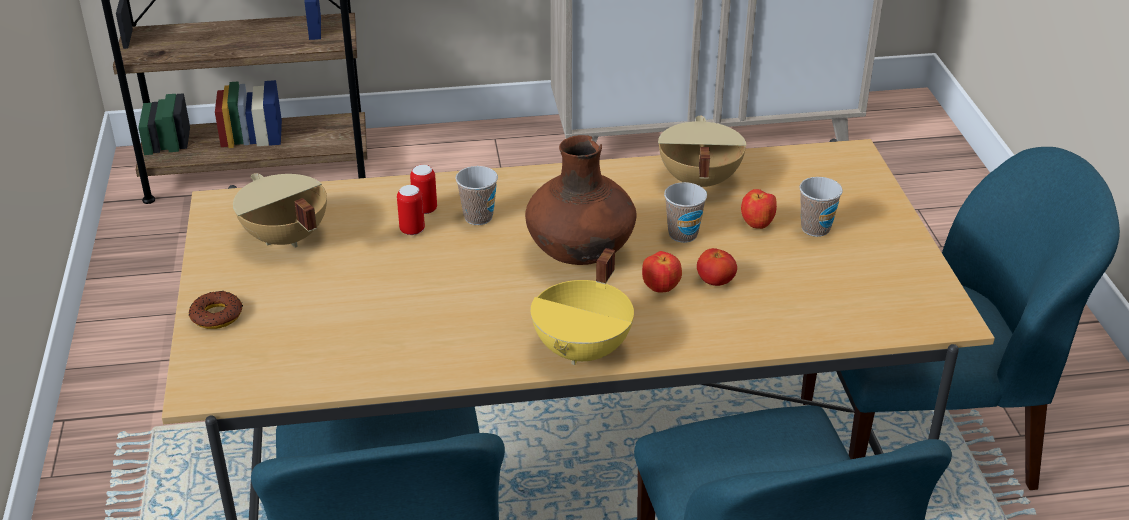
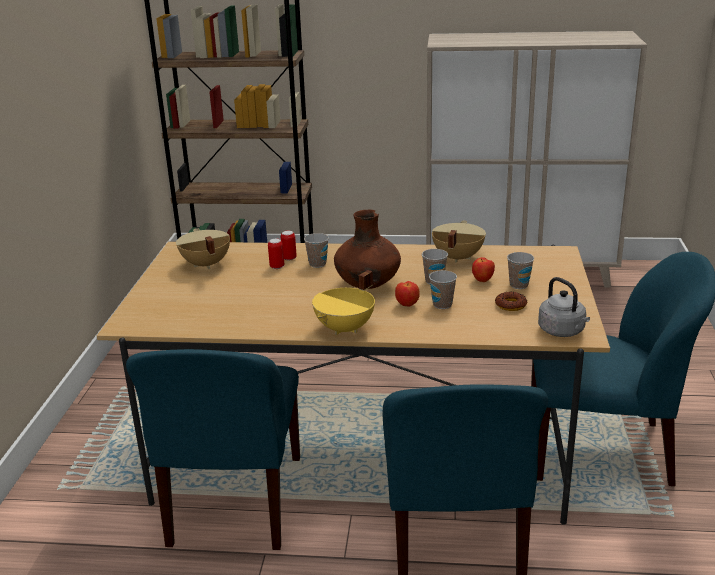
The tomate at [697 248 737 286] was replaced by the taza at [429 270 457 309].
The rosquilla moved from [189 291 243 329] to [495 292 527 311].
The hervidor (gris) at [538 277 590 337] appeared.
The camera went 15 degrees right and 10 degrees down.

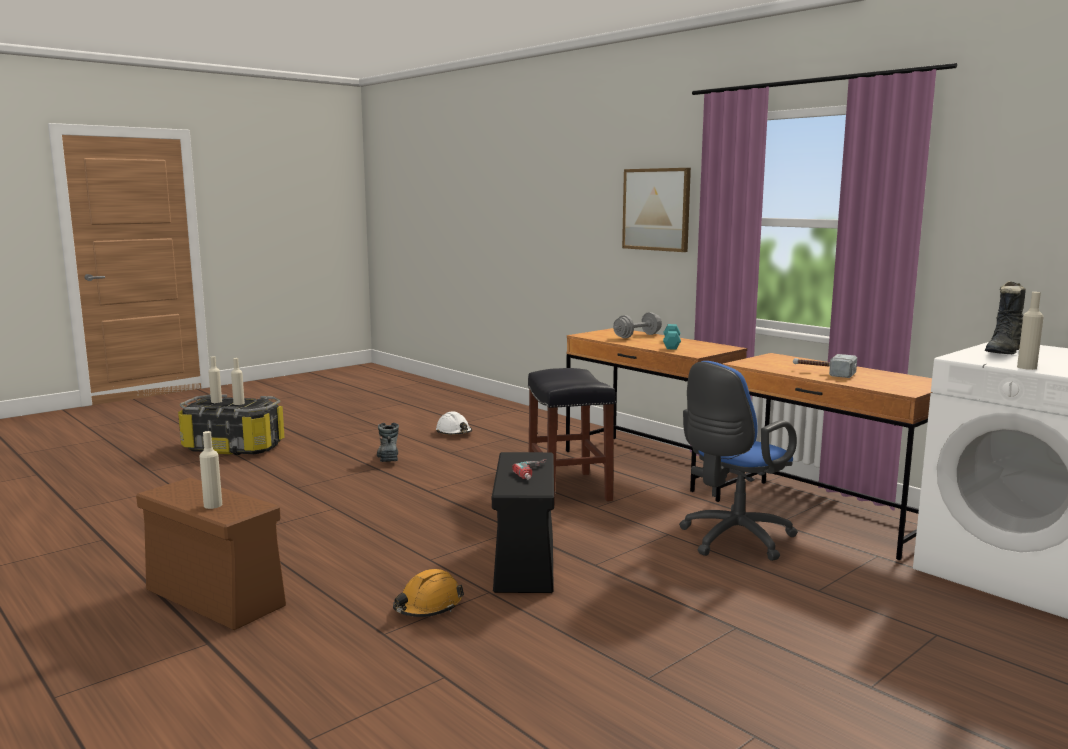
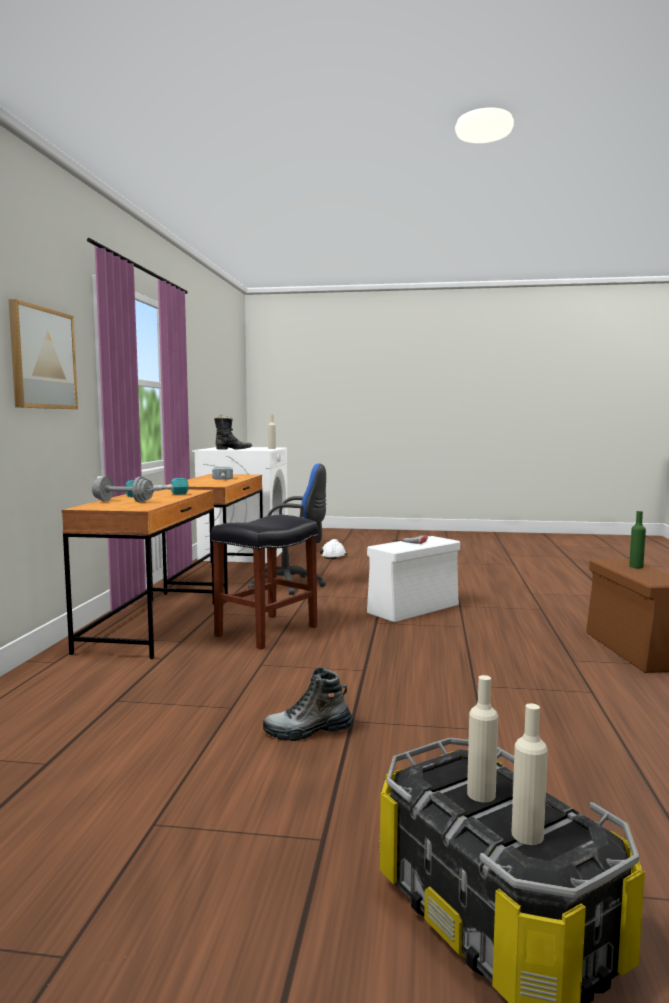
The bota at [377 423 399 462] turned 45 degrees clockwise.
The casco (blanco) moved from [436 411 472 435] to [320 539 347 559].
The caja de almacenaje (negro) at [492 452 554 593] became the caja de almacenaje (blanco) at [367 536 460 622].
The botella (beis) at [199 431 222 509] became the botella (verde) at [629 511 646 568].
The casco (naranja) at [393 569 464 617] disappeared.
The camera went 130 degrees left and 5 degrees down.

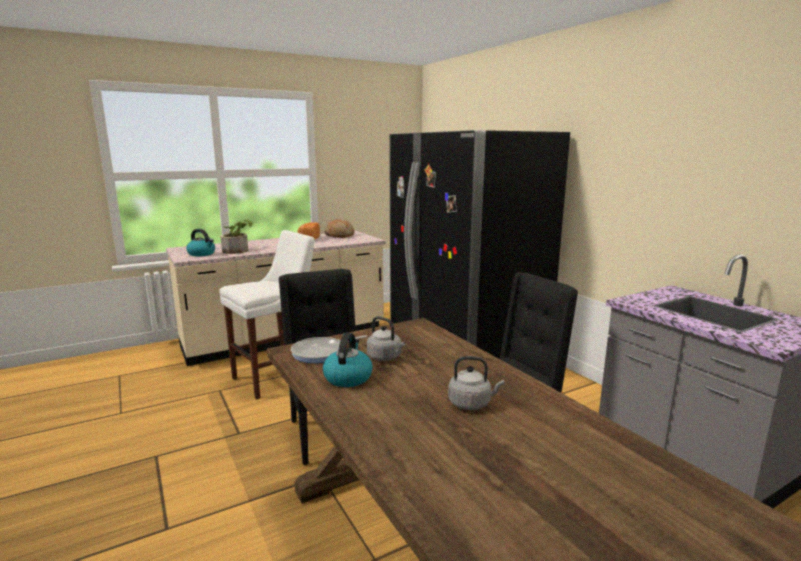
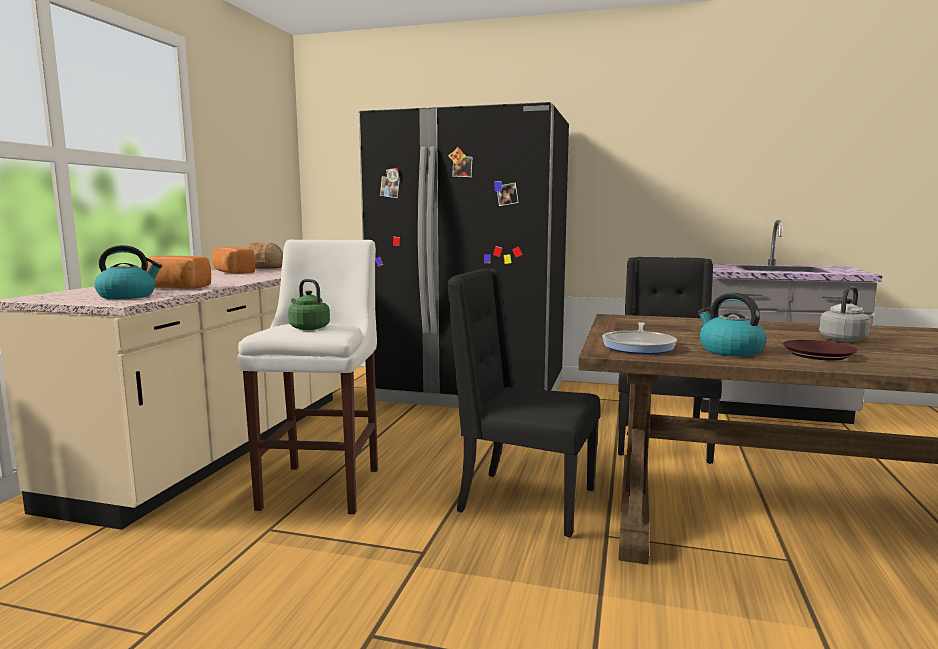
The planta en maceta at [220 219 253 254] was replaced by the pan at [141 255 211 289].
The hervidor (verde) at [288 279 330 330] appeared.
The plato (marrón) at [783 340 857 360] appeared.
The hervidor (gris) at [367 316 405 361] disappeared.
The camera went 45 degrees left and 5 degrees down.

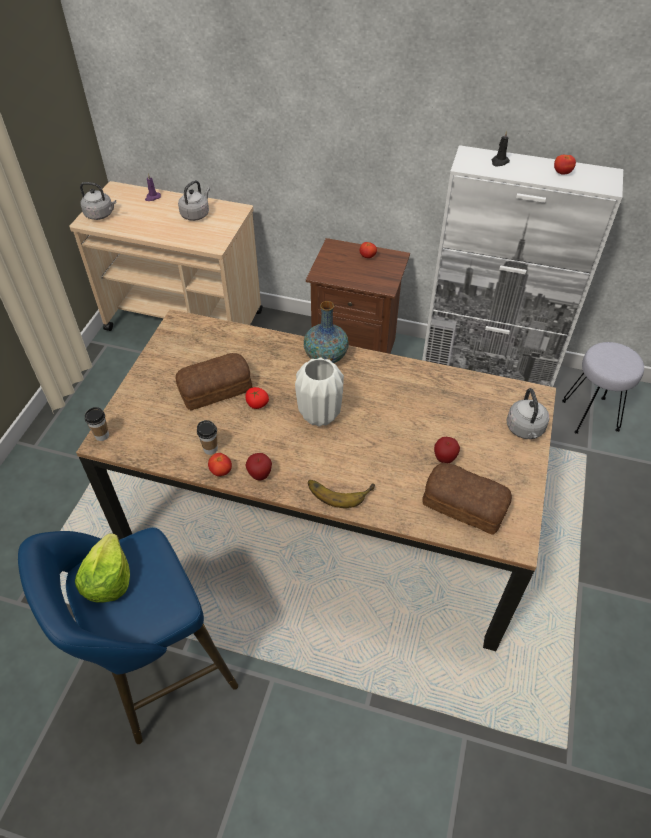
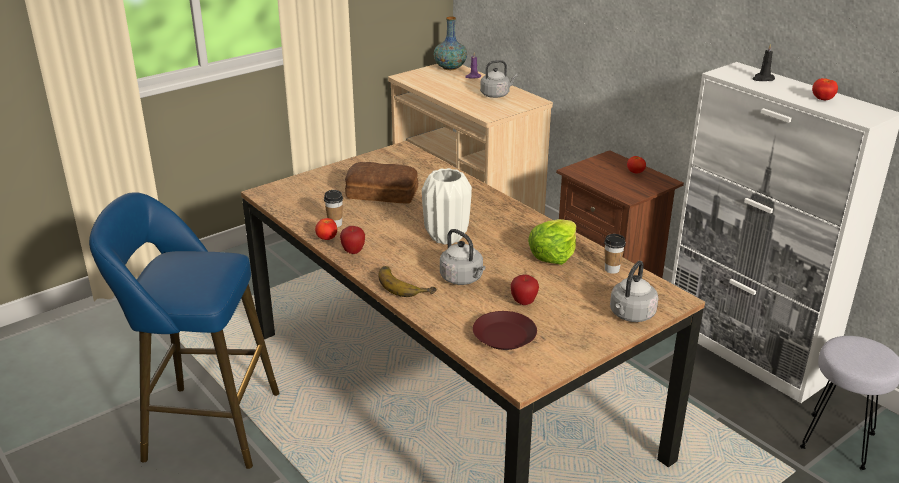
The florero moved from [304 301 349 363] to [434 17 467 70].
The hervidor (gris) moved from [80 182 116 220] to [440 229 486 285].
The pan at [422 463 512 535] was replaced by the plato (marrón) at [473 311 537 350].
The lechuga moved from [75 533 130 603] to [528 219 577 265].
The taza moved from [85 407 109 441] to [604 234 626 274].
The tomate at [245 387 269 409] disappeared.
The camera went 35 degrees right and 20 degrees down.

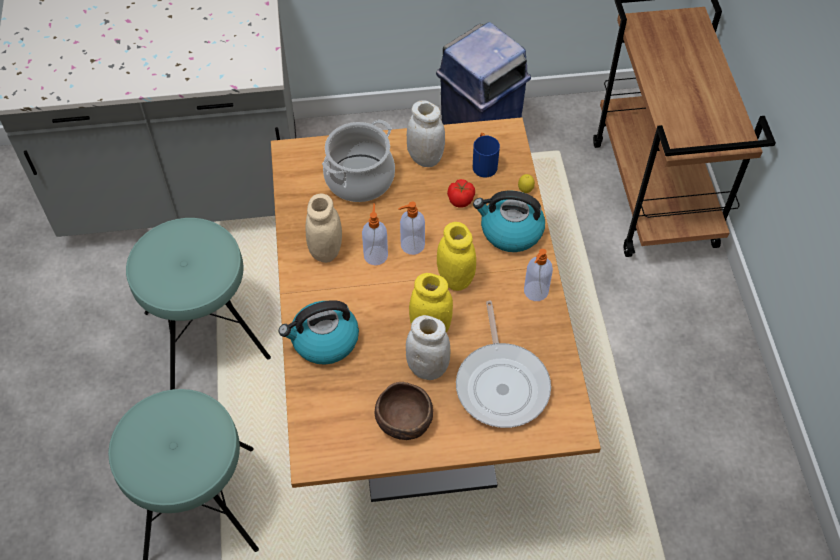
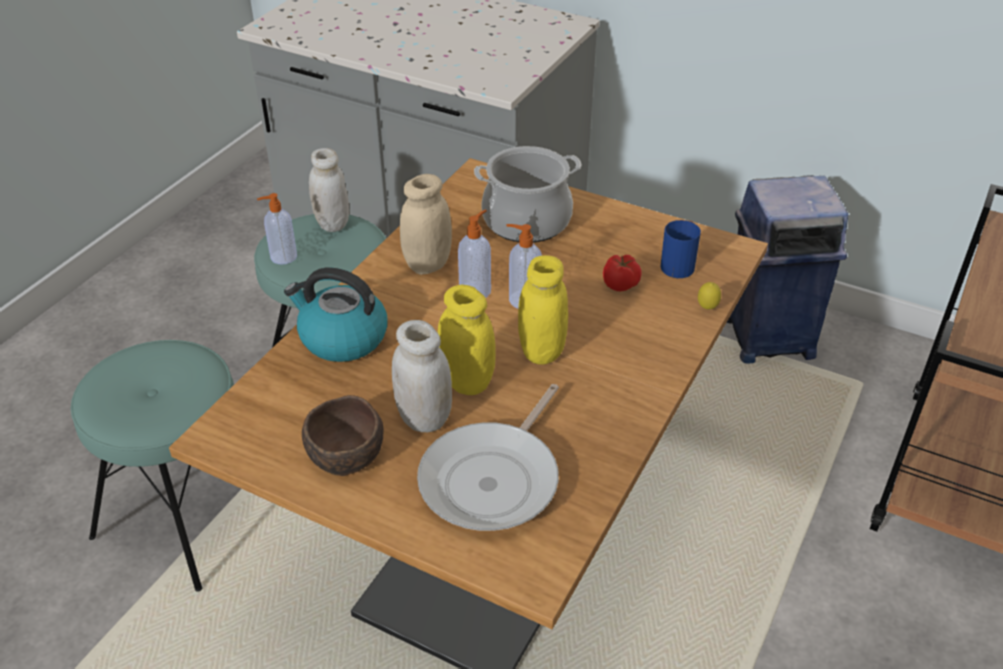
The dispensador de jabón moved from [524 249 553 301] to [257 193 297 265].
The tarro (blanco) moved from [407 100 445 167] to [309 148 349 232].
The hervidor at [473 191 545 252] disappeared.
The camera went 35 degrees right and 15 degrees down.

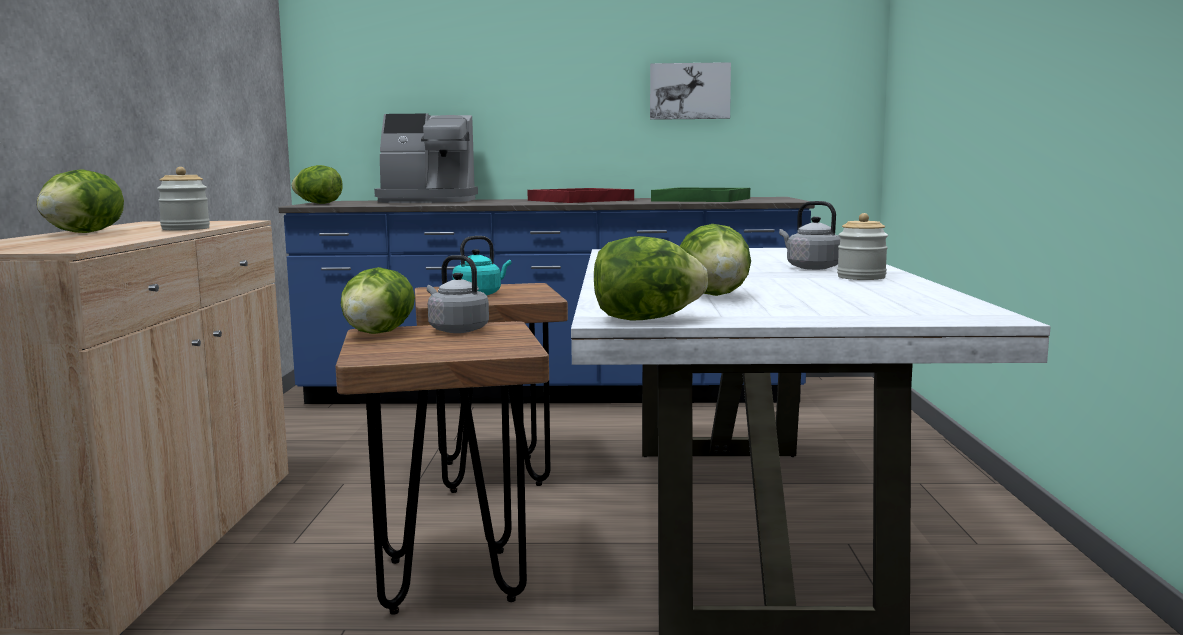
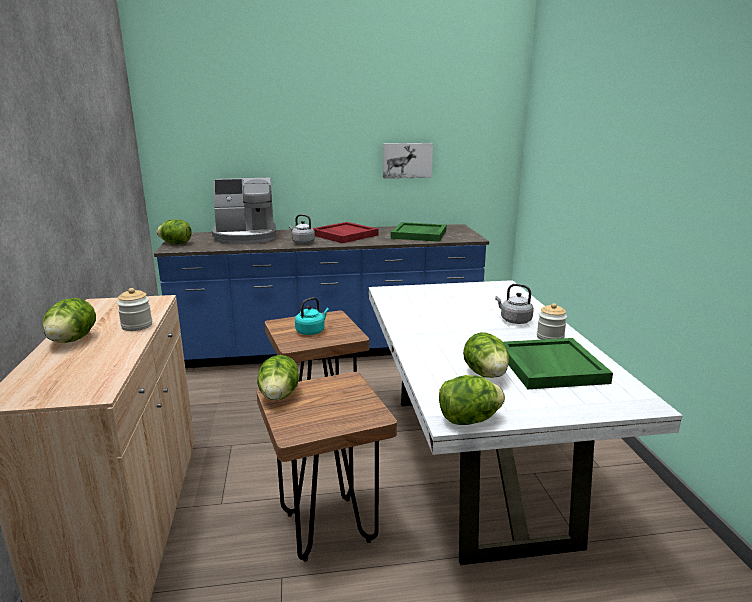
The hervidor (gris) moved from [427 255 489 333] to [289 214 315 244].
The bandeja (verde) at [503 338 613 389] appeared.
The camera went 10 degrees left and 10 degrees up.

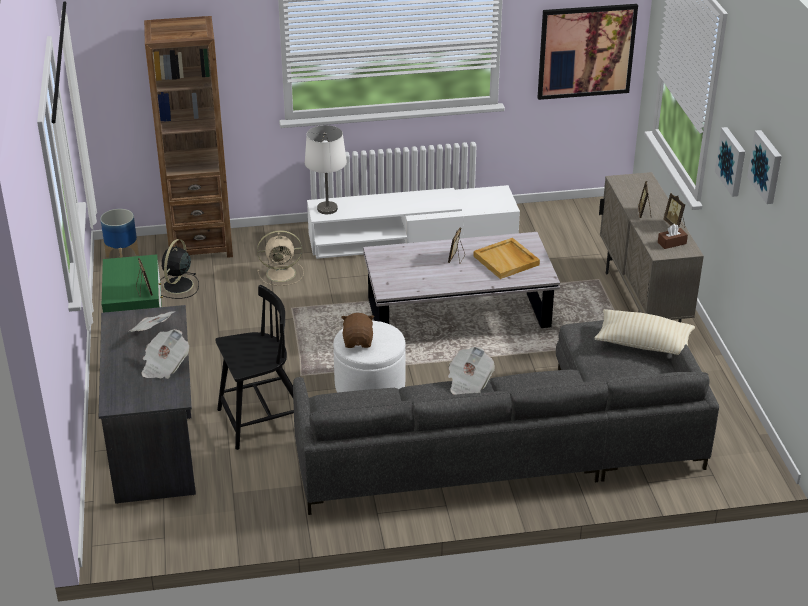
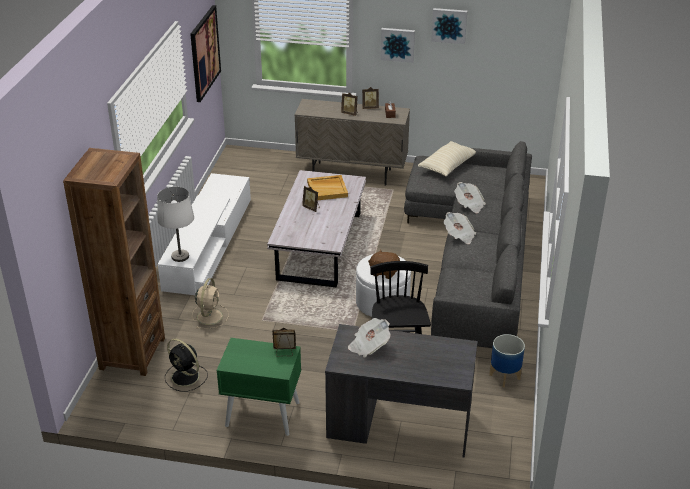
The periódico moved from [141 329 189 379] to [454 182 486 213].
The maceta moved from [100 209 139 258] to [489 334 525 388].
The camera went 70 degrees left and 0 degrees up.

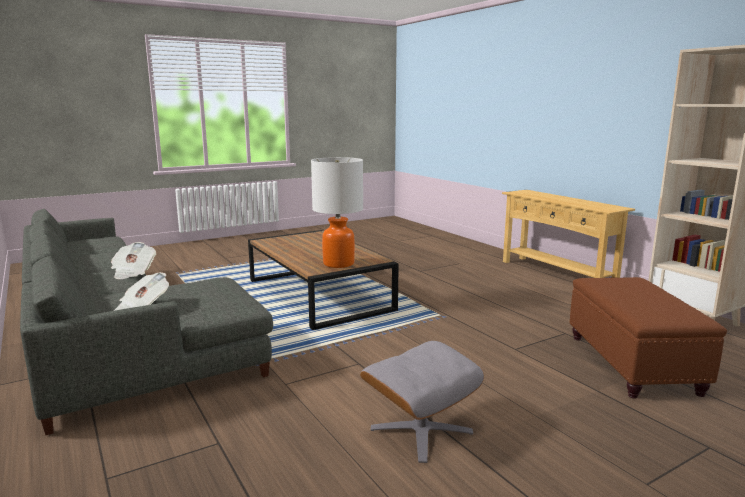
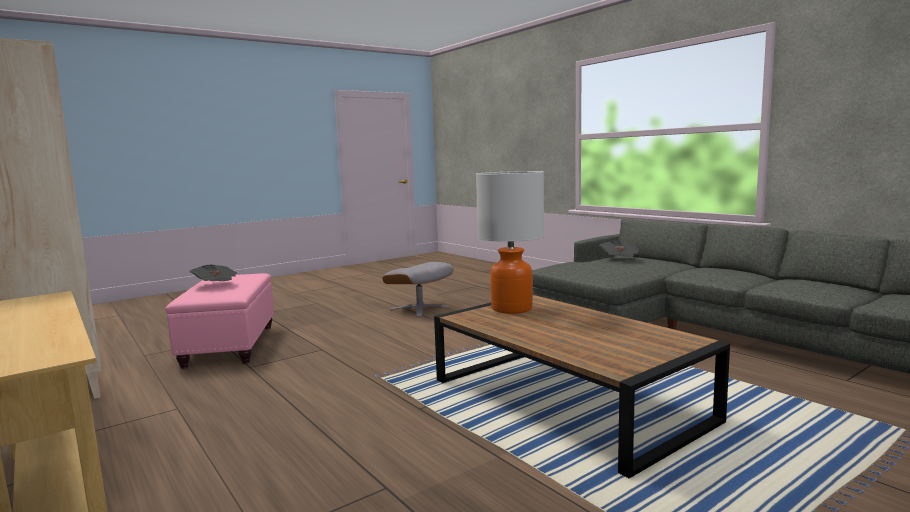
The puf (marrón) at [570 277 727 399] became the puf (rosa) at [165 273 274 368].
The periódico moved from [111 242 156 279] to [189 265 237 281].
The camera went 175 degrees right and 5 degrees down.

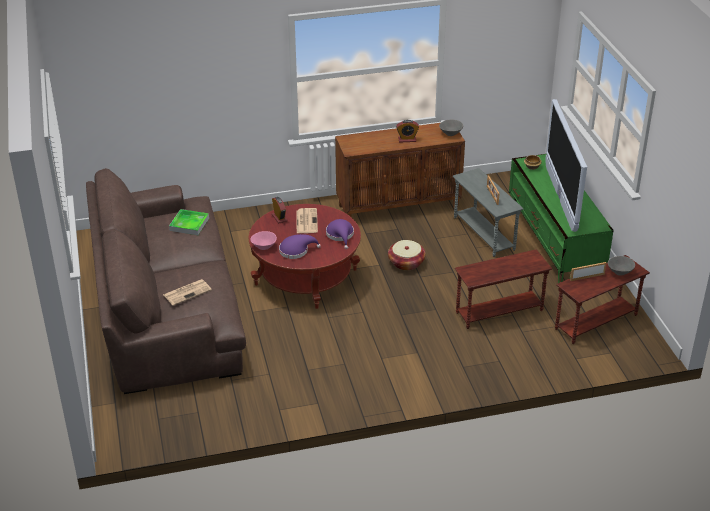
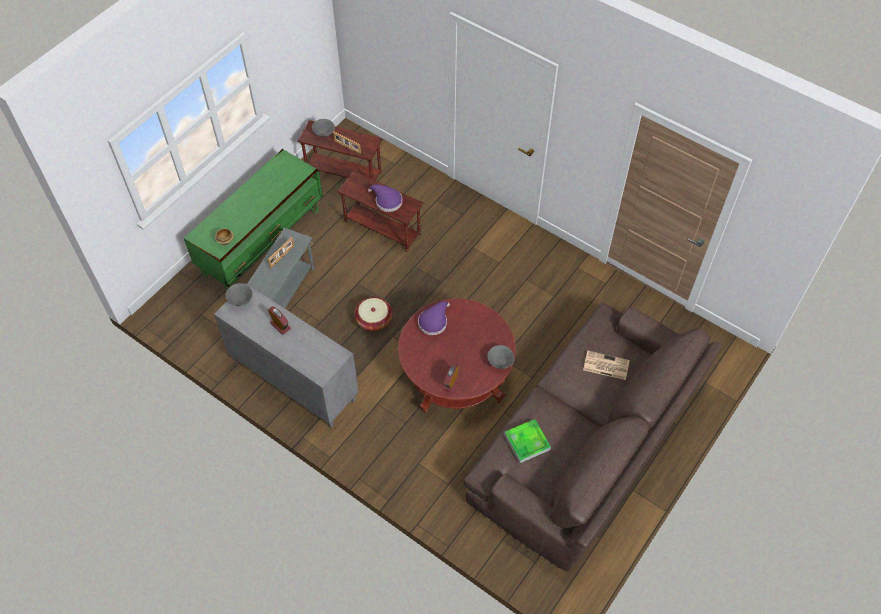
The armario (marrón) at [335 123 465 217] became the armario (gris) at [214 283 359 428].
The sombrero (morado) moved from [279 234 321 259] to [368 184 403 212].
The cuenco (rosa) at [250 231 277 250] became the cuenco (gris) at [488 345 514 369].
The periódico at [296 208 318 233] disappeared.
The televisor at [546 99 587 232] disappeared.
The camera went 130 degrees left and 20 degrees up.

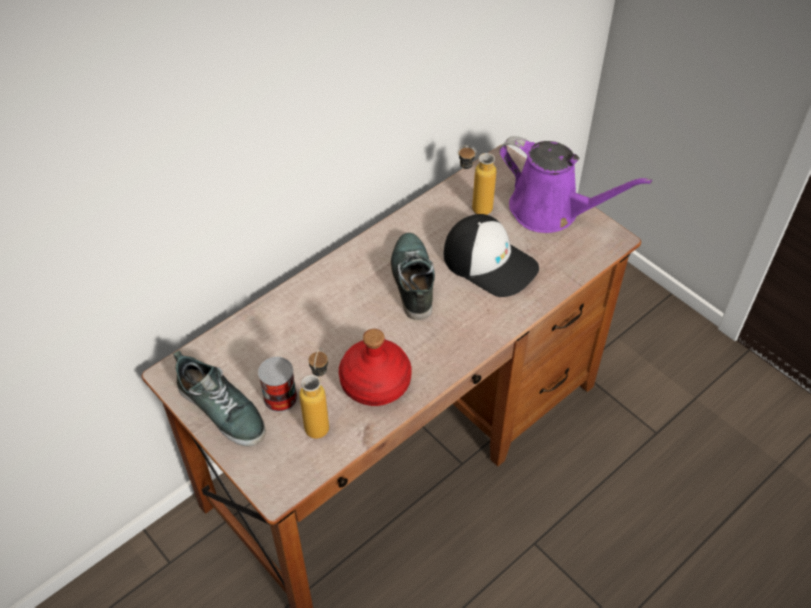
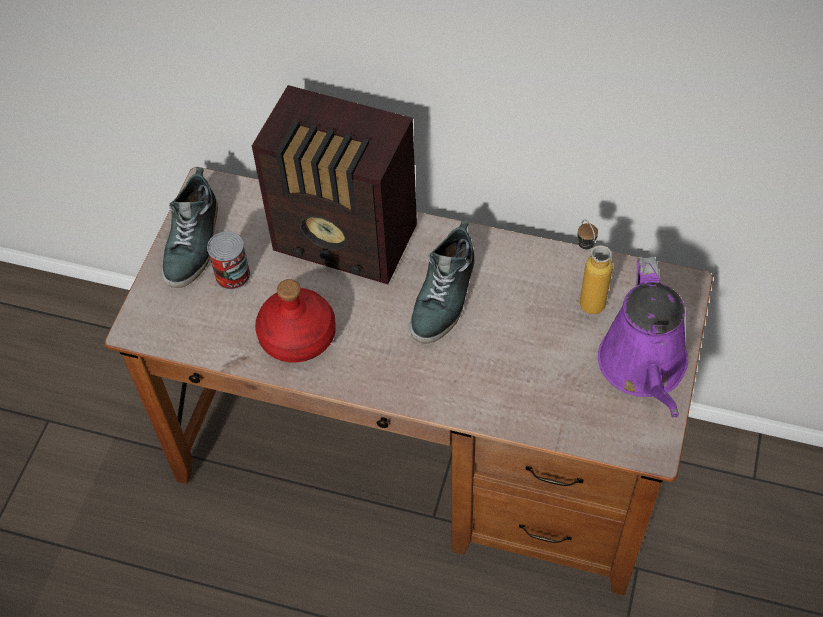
The radio at [252 85 417 284] appeared.
The zapato at [391 233 435 320] turned 150 degrees clockwise.
The botella at [299 348 329 439] disappeared.
The gorra at [444 214 539 297] disappeared.
The camera went 60 degrees right and 5 degrees up.

